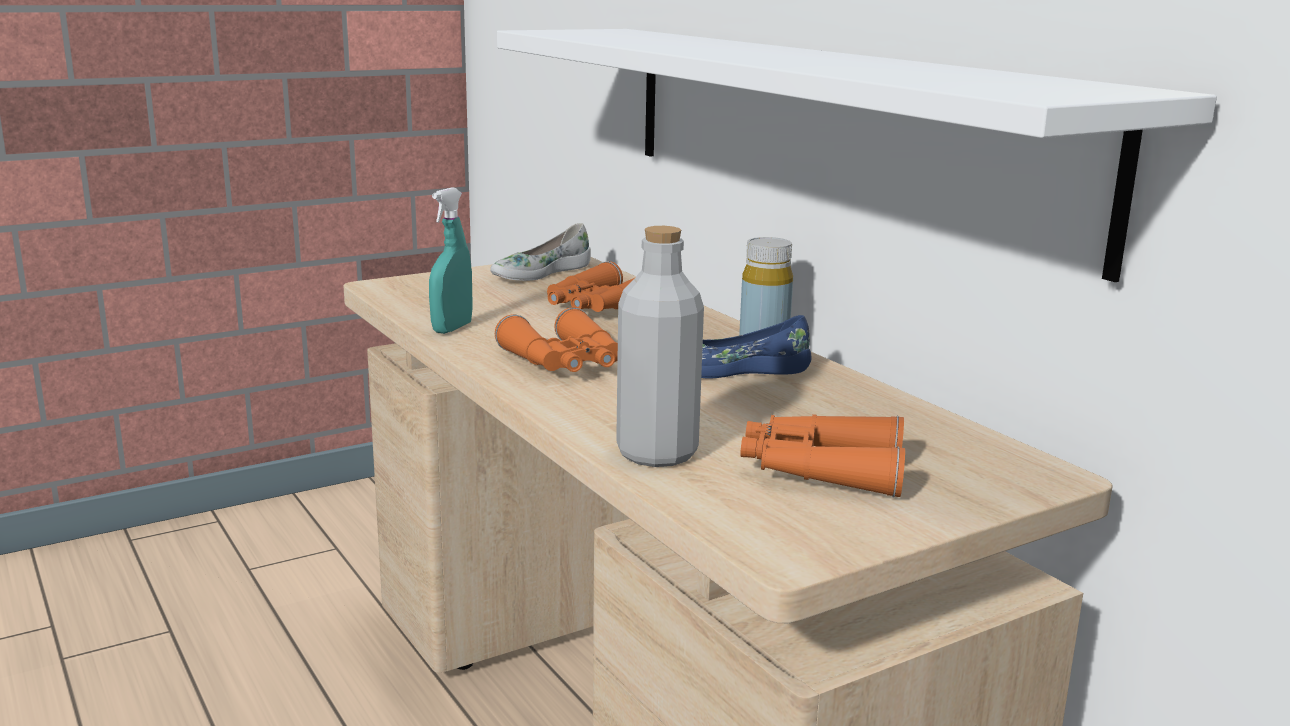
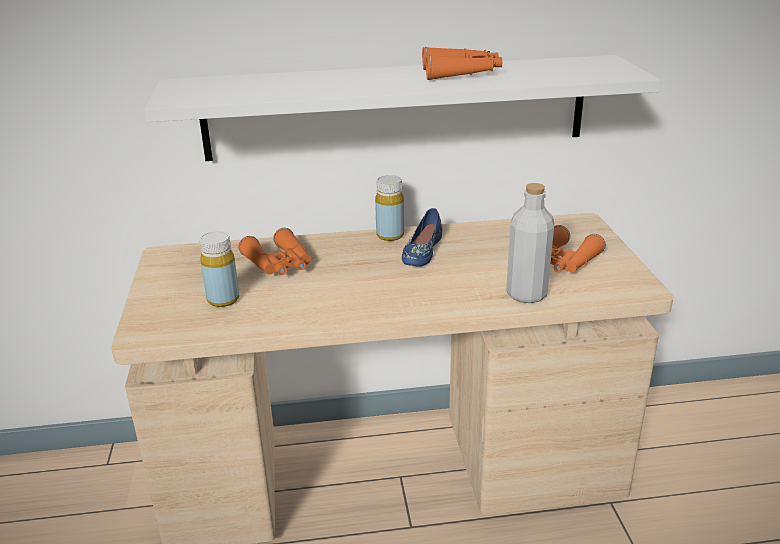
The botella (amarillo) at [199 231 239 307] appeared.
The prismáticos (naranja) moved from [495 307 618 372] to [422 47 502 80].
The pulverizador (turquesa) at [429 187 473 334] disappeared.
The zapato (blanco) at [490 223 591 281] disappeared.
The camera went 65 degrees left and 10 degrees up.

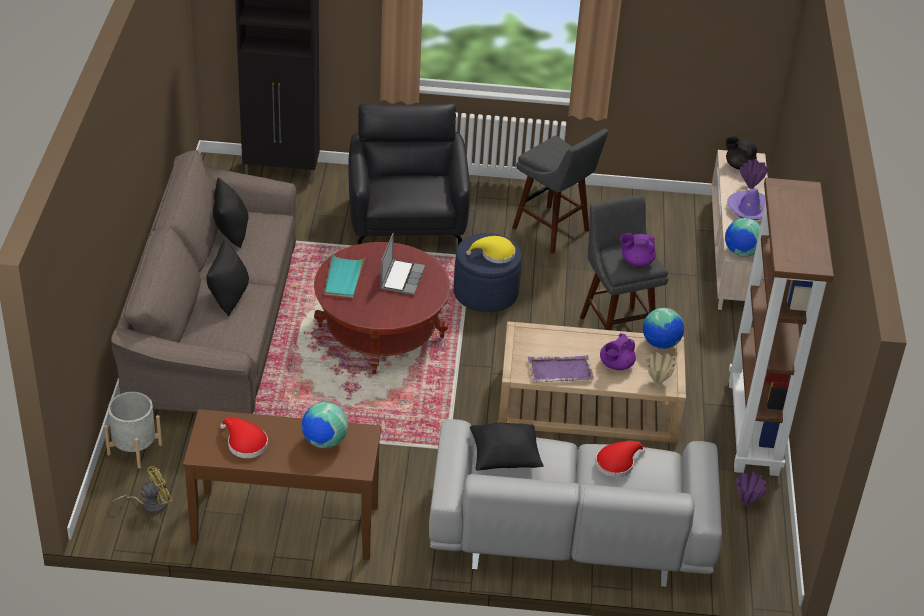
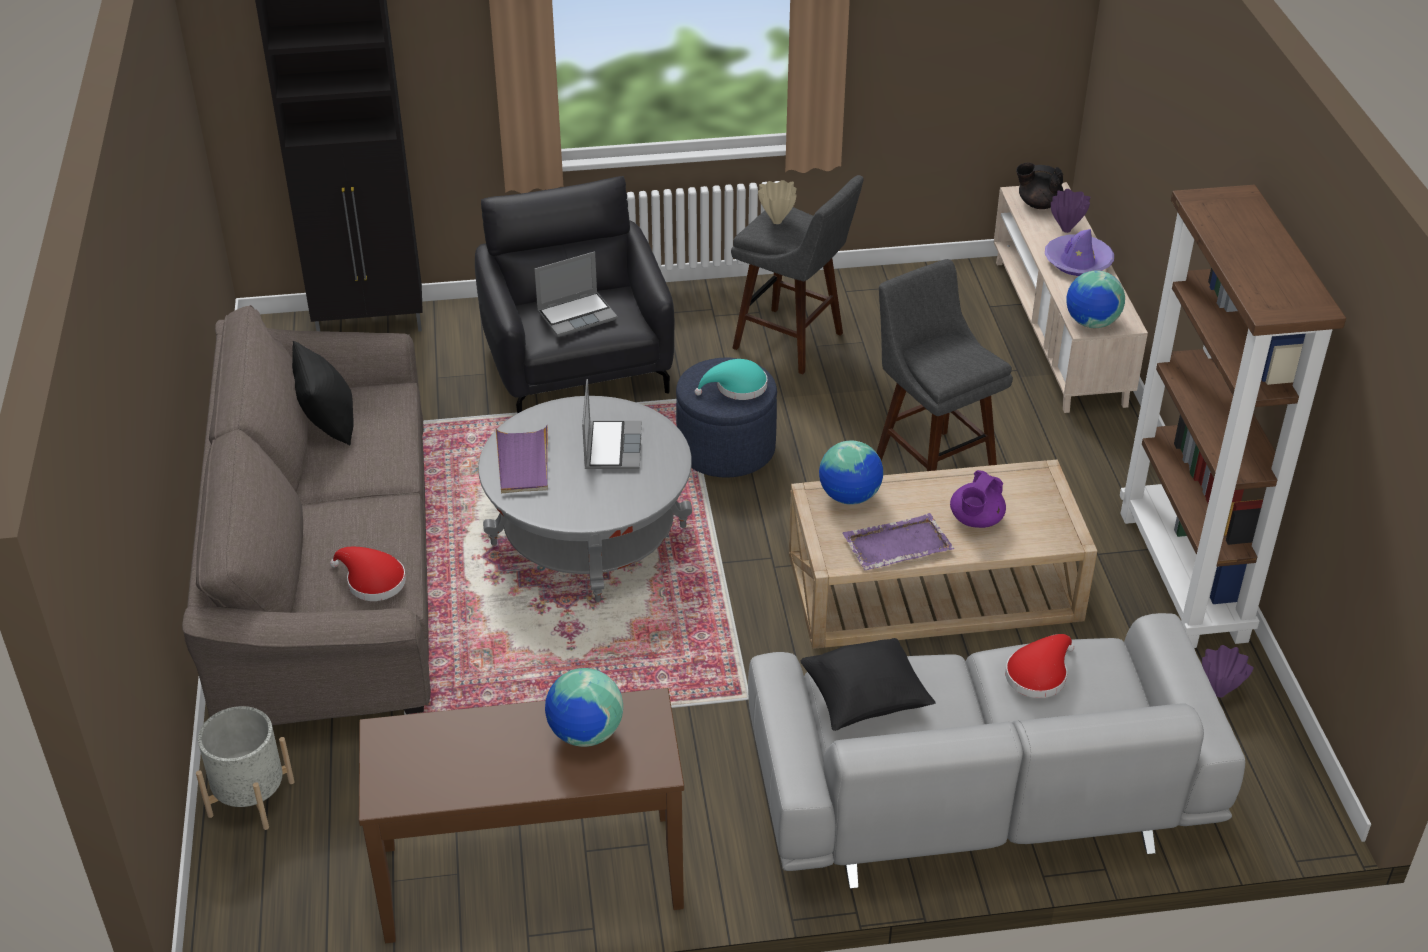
The sombrero (rojo) moved from [220 417 268 458] to [330 547 406 601].
The mesa de centro (rojo) at [314 242 450 374] became the mesa de centro (gris) at [478 396 692 602].
The bandeja (turquesa) at [324 253 365 298] became the bandeja (morado) at [496 425 548 493].
The portátil at [534 251 618 337] appeared.
The sombrero (amarillo) at [466 236 515 264] became the sombrero (turquesa) at [695 359 767 400].
The florero (beis) moved from [646 352 676 385] to [758 180 797 224].
The globo terráqueo moved from [643 308 684 349] to [819 441 883 505].
The ventilador (amarillo) at [112 466 172 513] disappeared.
The cojín (negro) at [206 238 249 316] disappeared.
The tetera (morado) at [620 233 656 267] disappeared.
The camera went 10 degrees left and 0 degrees up.

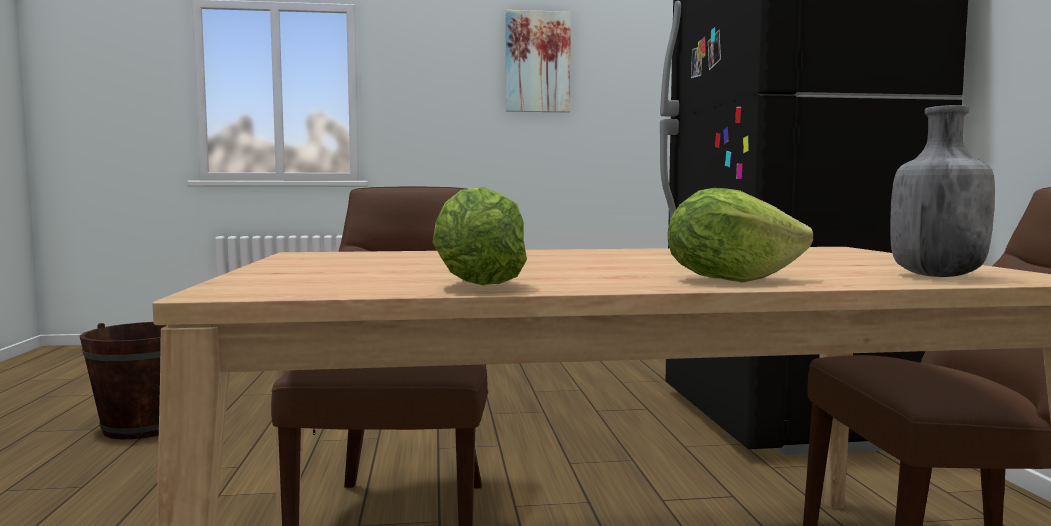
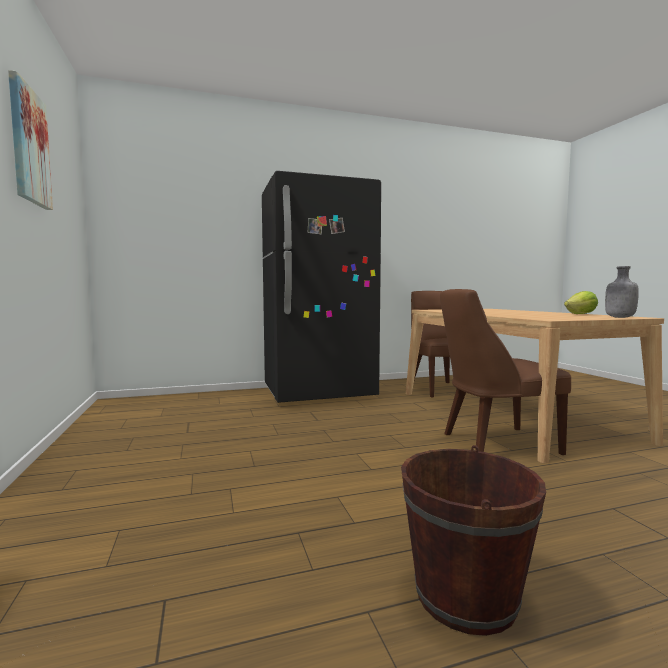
The botella (gris) moved from [890 105 995 277] to [605 266 639 318].
The lechuga at [668 188 813 282] disappeared.
The camera went 100 degrees left and 0 degrees up.

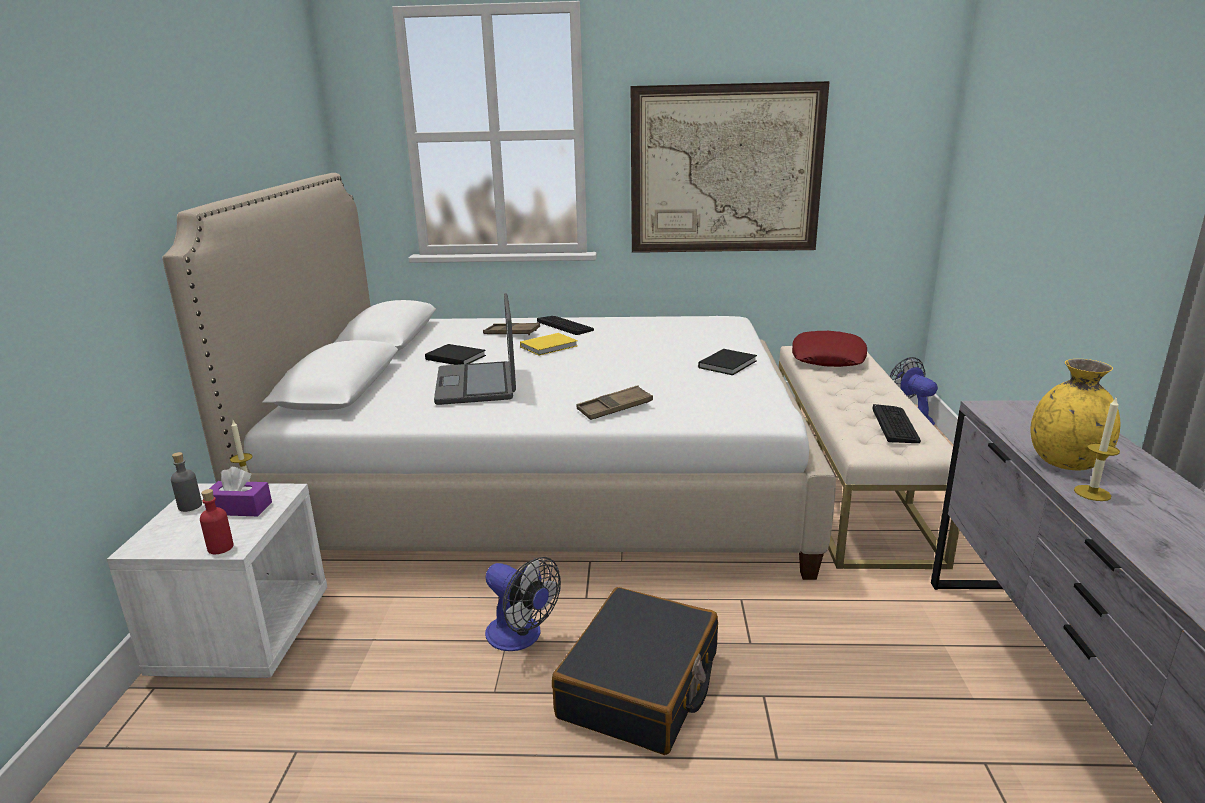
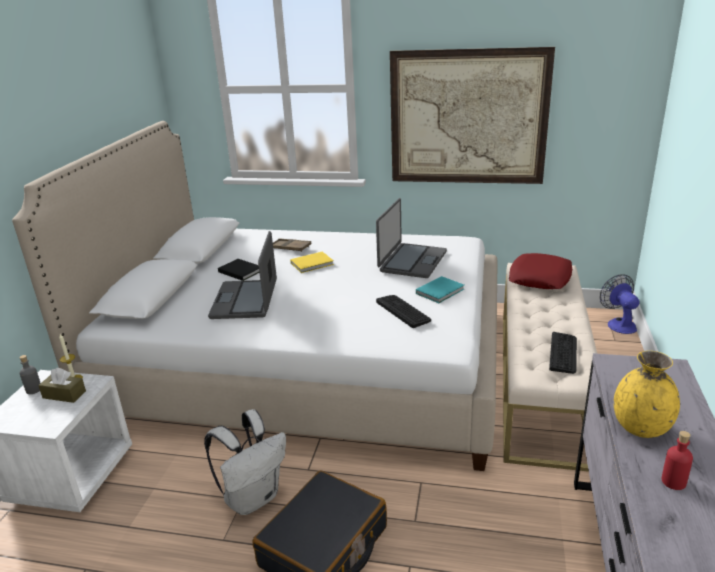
The caja de pañuelos (morado) at [203 467 272 516] became the caja de pañuelos (marrón) at [38 368 86 403].
The ventilador at [485 557 561 651] was replaced by the mochila (blanco) at [204 409 286 515].
The portátil at [376 198 447 278] appeared.
The teclado moved from [537 316 594 335] to [376 295 431 328].
The libro (negro) at [698 349 757 375] became the libro (turquesa) at [416 276 464 303].
The botella (rojo) moved from [200 489 234 554] to [661 431 693 490].
The bandeja (marrón) at [576 385 653 420] disappeared.
The vela at [1074 396 1120 501] disappeared.
The camera went 10 degrees right and 5 degrees up.

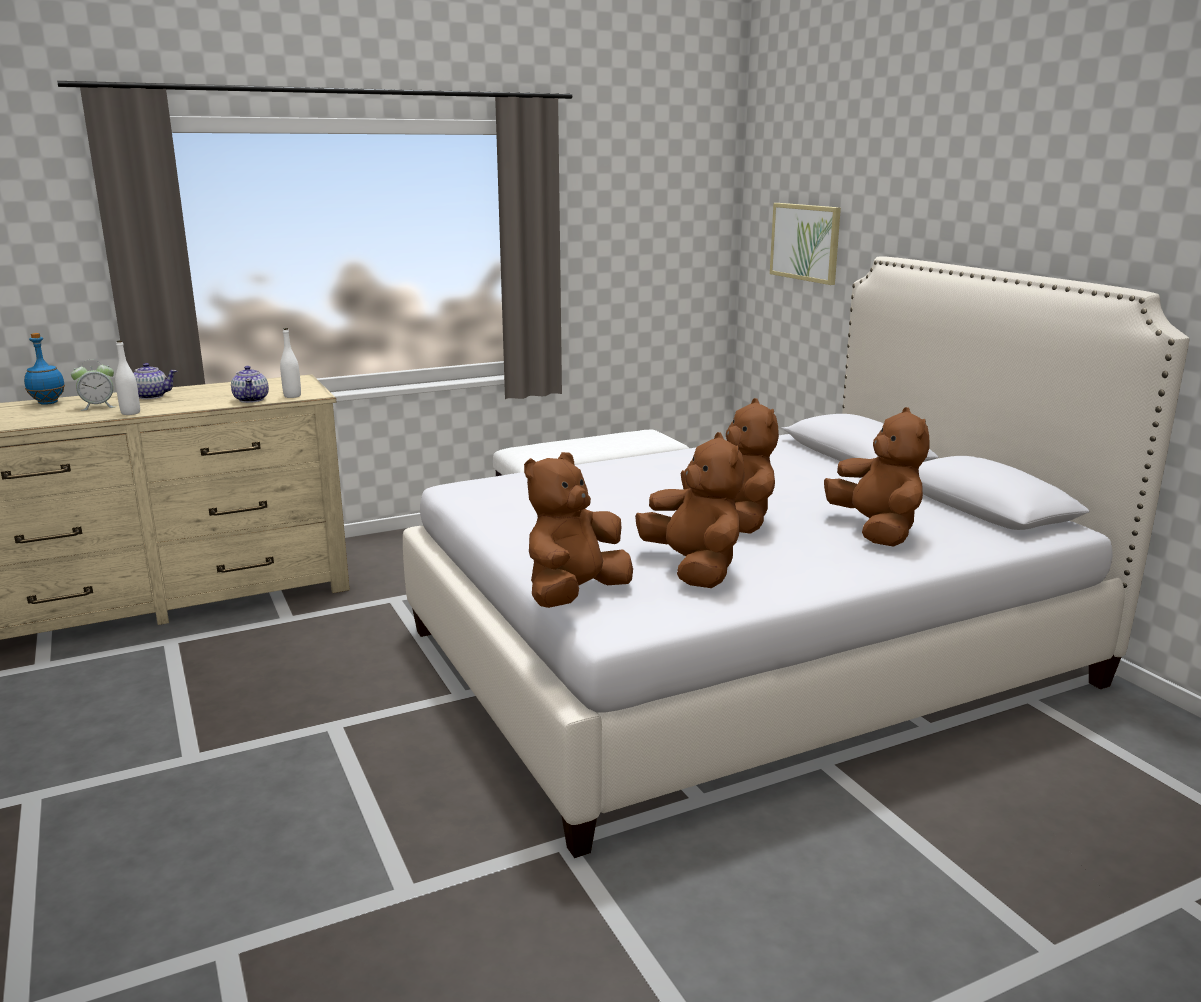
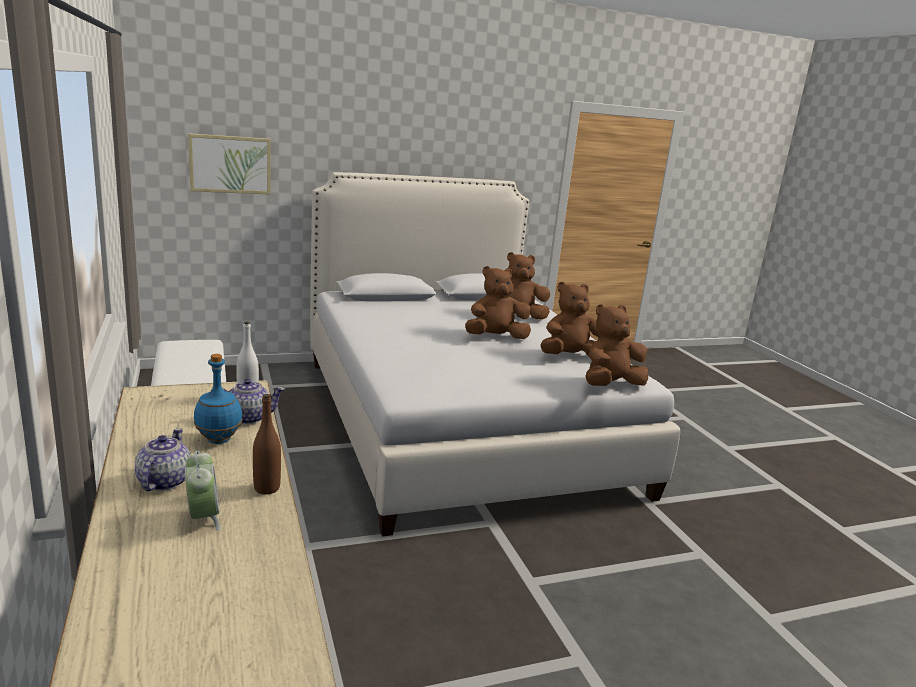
The botella (azul) moved from [24 333 65 405] to [194 354 243 444].
The botella (blanco) at [115 340 140 415] became the botella (marrón) at [253 394 281 494].
The peluche (marrón) at [524 452 633 608] turned 105 degrees clockwise.
The camera went 85 degrees left and 0 degrees up.

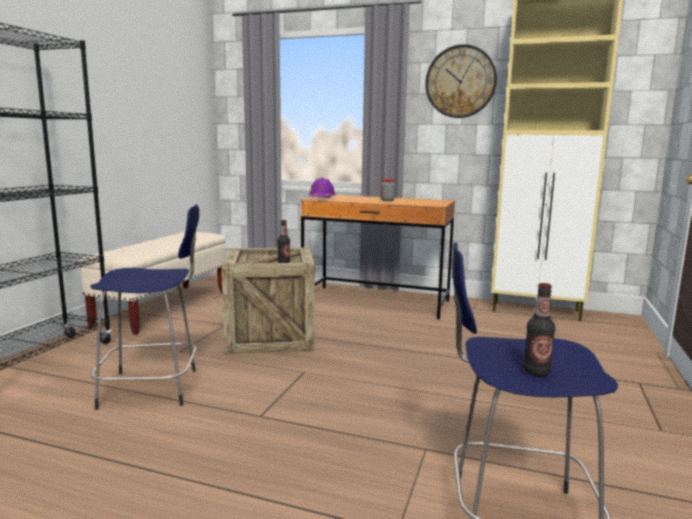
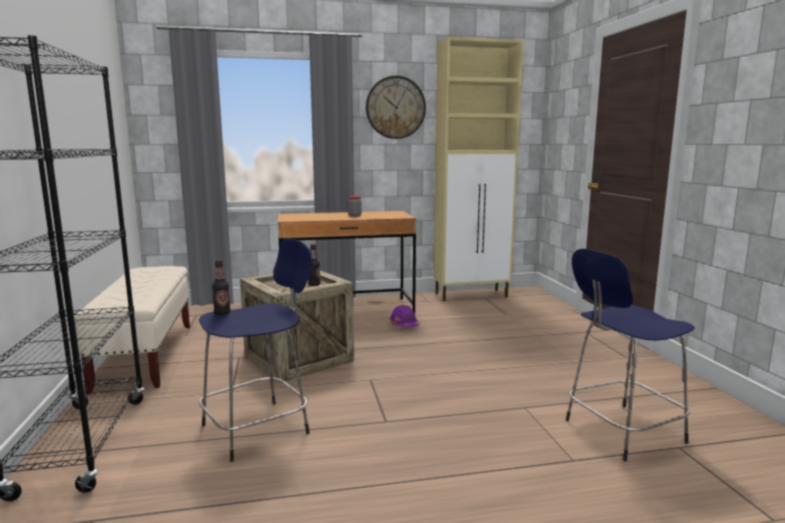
The botella moved from [523 283 555 376] to [212 259 231 315].
The casco (morado) moved from [308 178 336 198] to [389 305 419 328].
The camera went 30 degrees left and 0 degrees up.

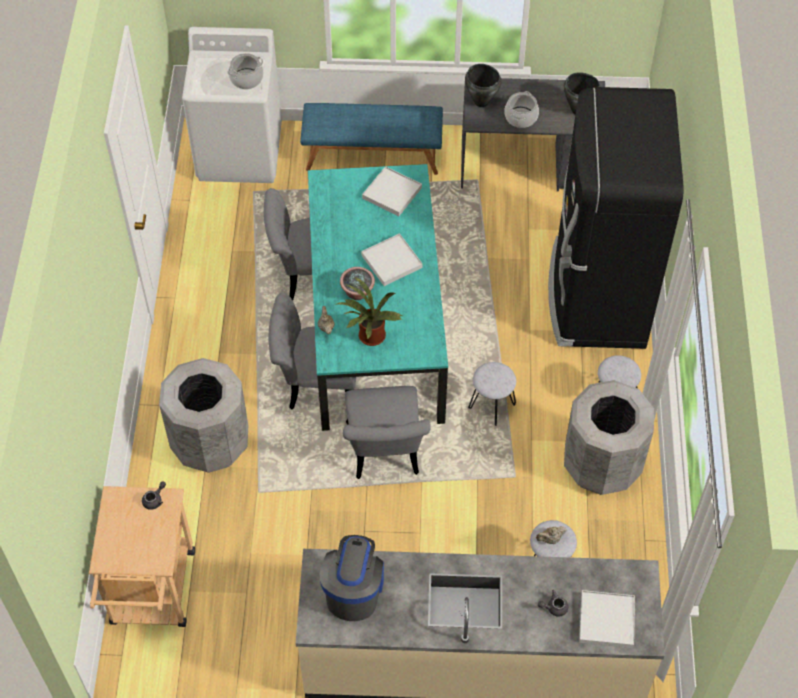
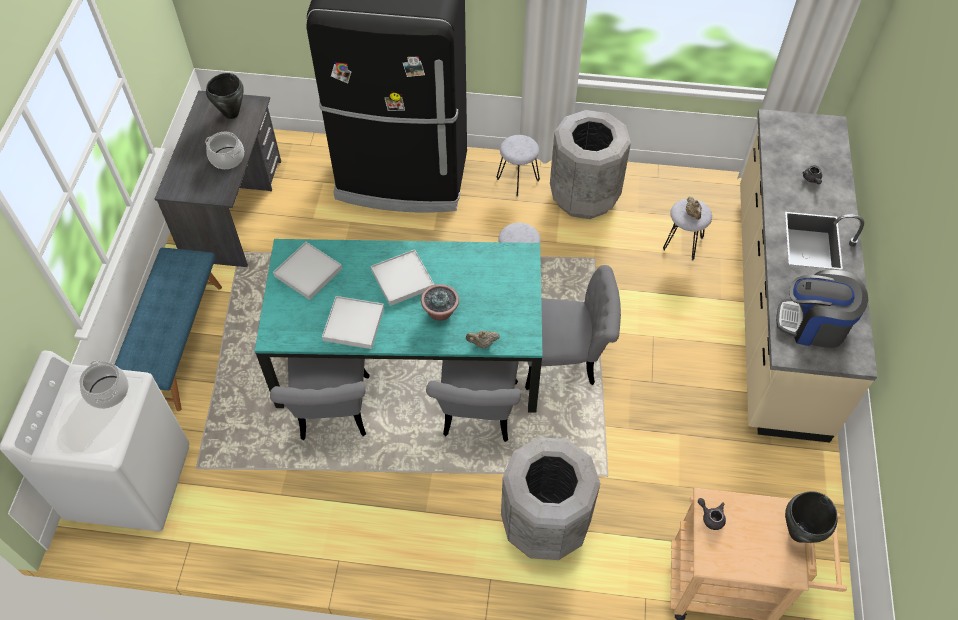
The bandeja (blanco) moved from [579 590 635 648] to [322 296 384 349].
The olla (negro) moved from [465 64 501 107] to [785 491 837 543].
The planta en maceta at [337 277 404 346] disappeared.
The camera went 85 degrees left and 0 degrees up.

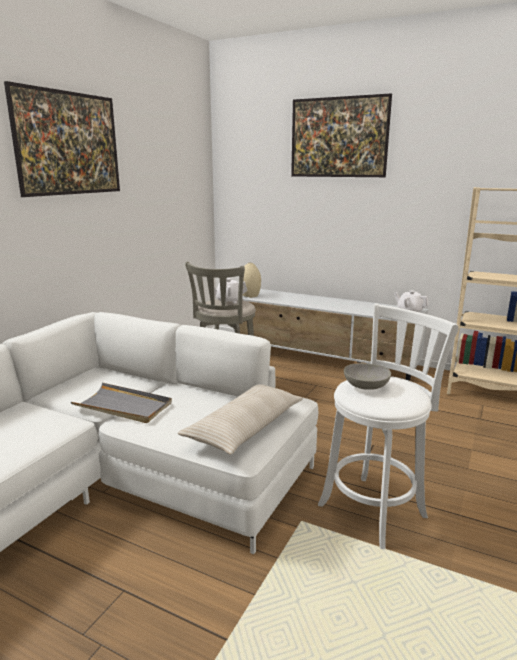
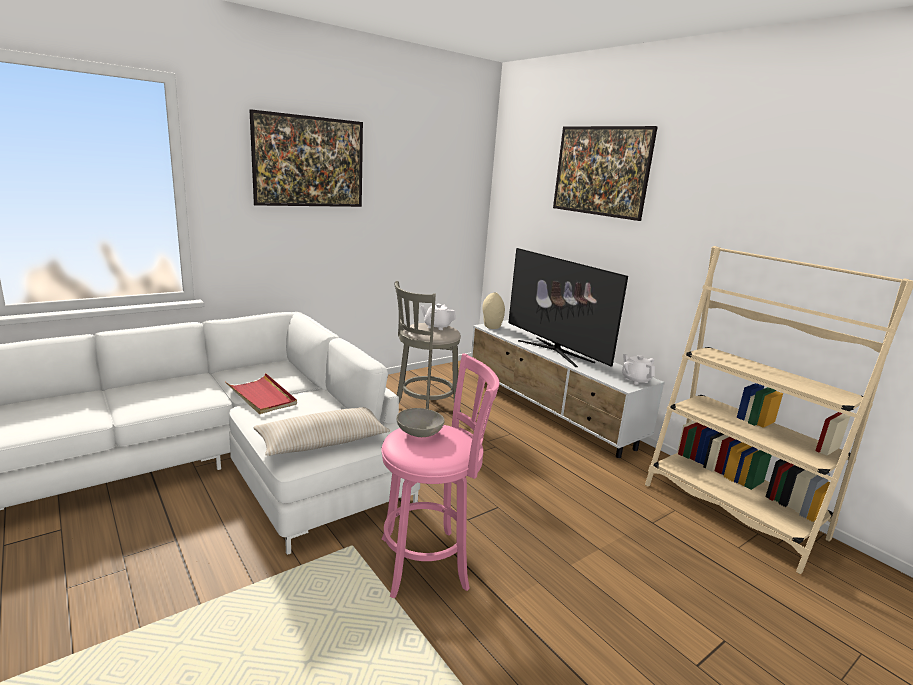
The bandeja (gris) at [71 383 172 423] became the bandeja (rojo) at [225 373 297 414].
The taburete (blanco) at [318 304 459 549] became the taburete (rosa) at [381 353 500 598].
The televisor at [508 248 628 367] appeared.
The camera went 25 degrees right and 0 degrees up.

